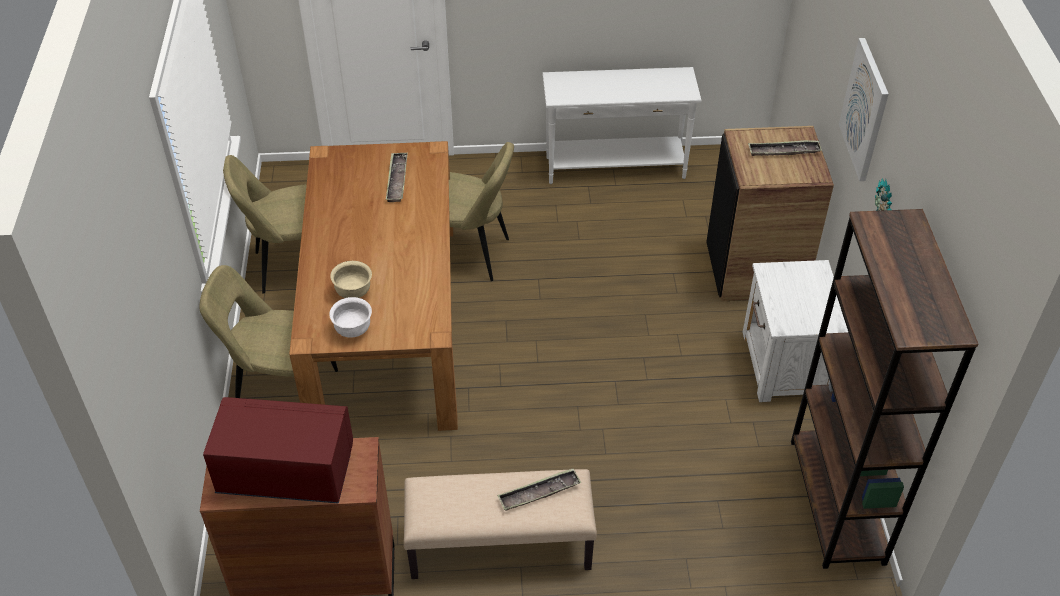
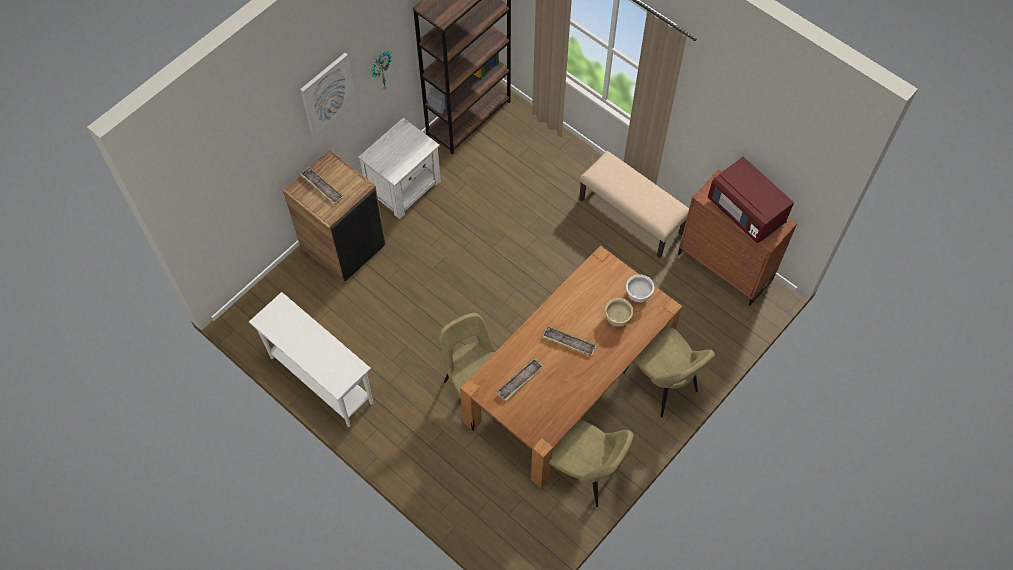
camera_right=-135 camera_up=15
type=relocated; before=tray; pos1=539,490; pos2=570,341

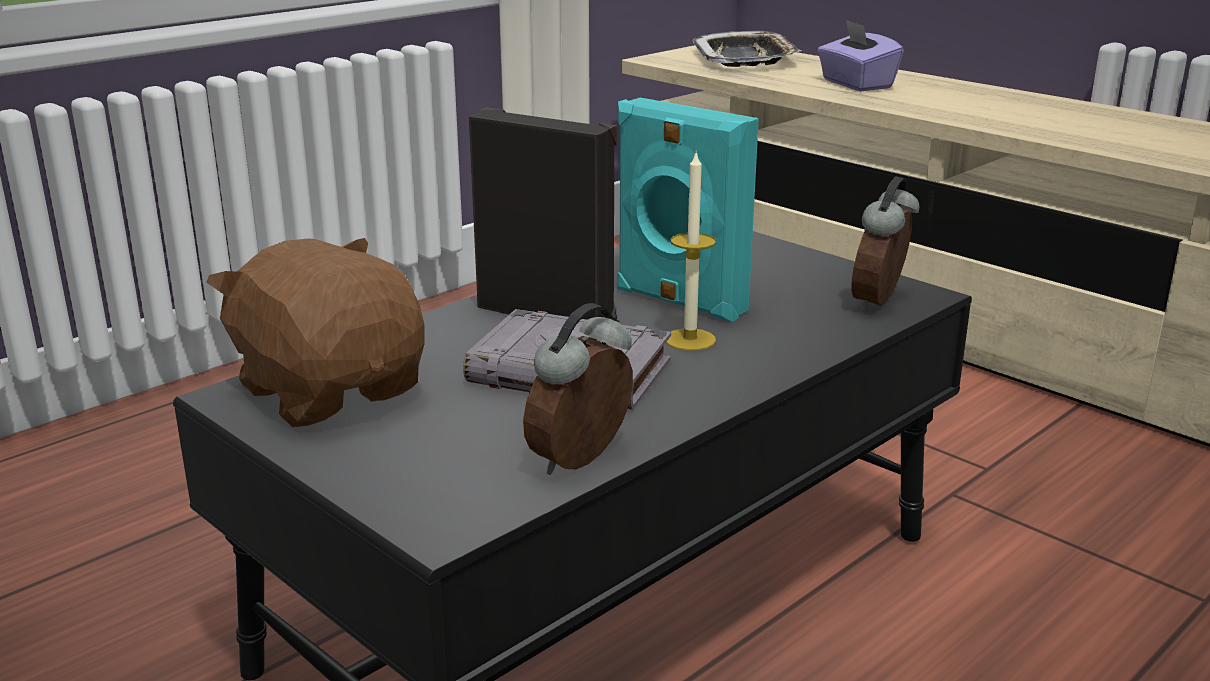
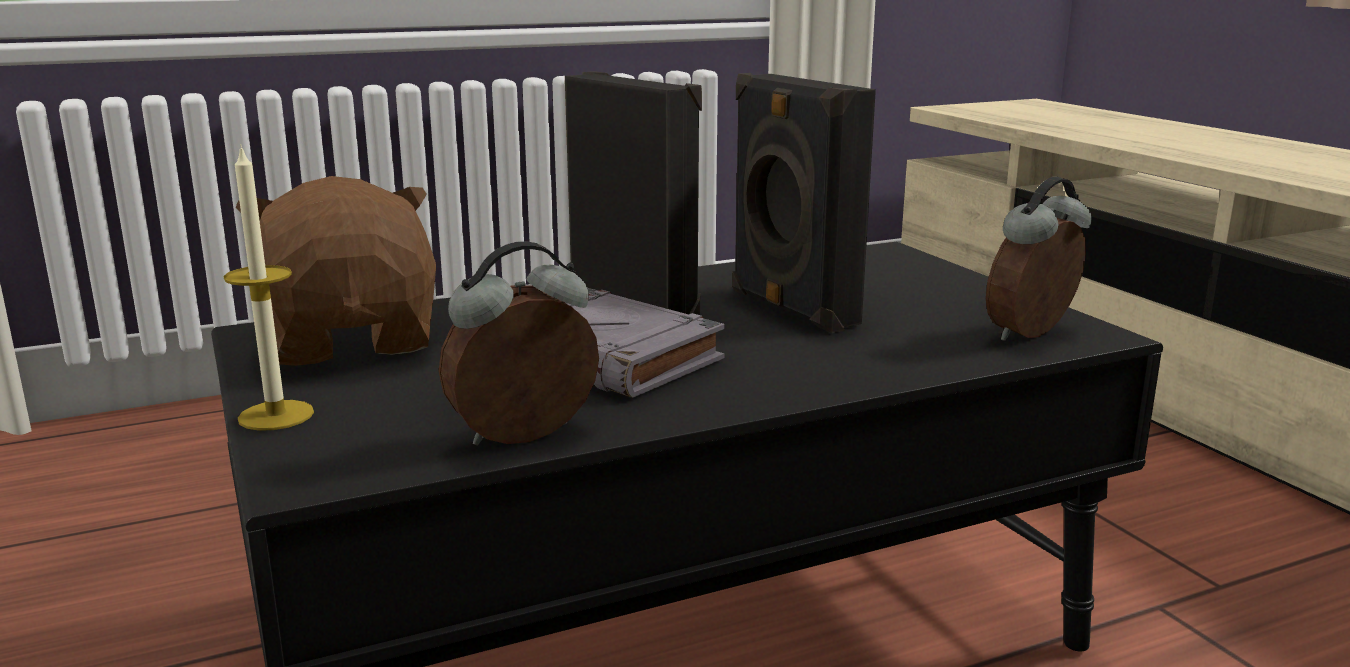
camera_right=20 camera_up=-5
type=missing; before=tissue box in purple-coloured; pos1=860,55
type=missing; before=tray; pos1=747,49
type=colour; before=audio speaker in turquoise-coloured; after=audio speaker in blackish; pos1=688,210; pos2=804,203
type=relocated; before=candle; pos1=691,252; pos2=268,287

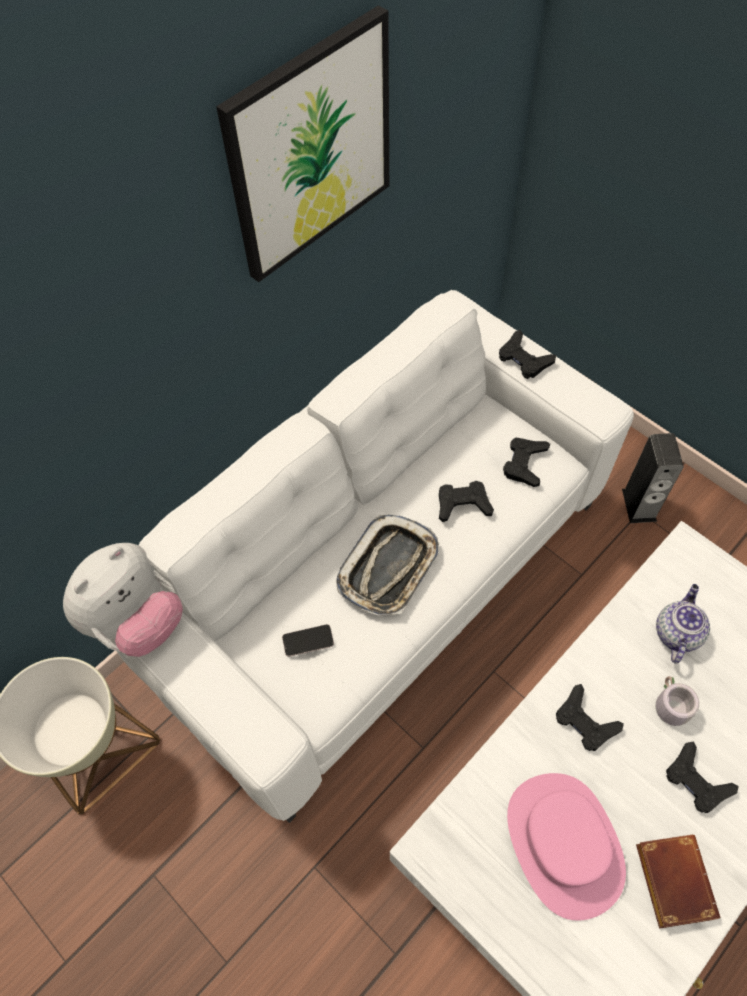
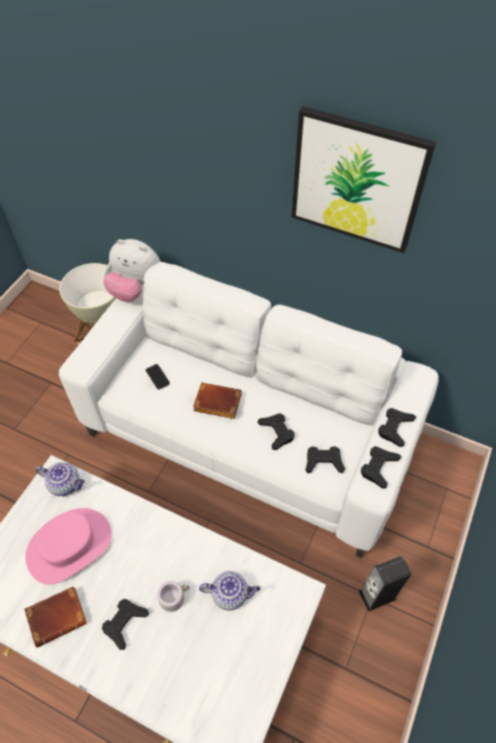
camera_right=70 camera_up=-5
type=exchanged; before=tray; after=book in brown-coloured; pos1=388,565; pos2=217,401
type=relocated; before=game controller in blackish; pos1=590,717; pos2=381,467
type=appeared; after=pot for tea; pos2=60,479

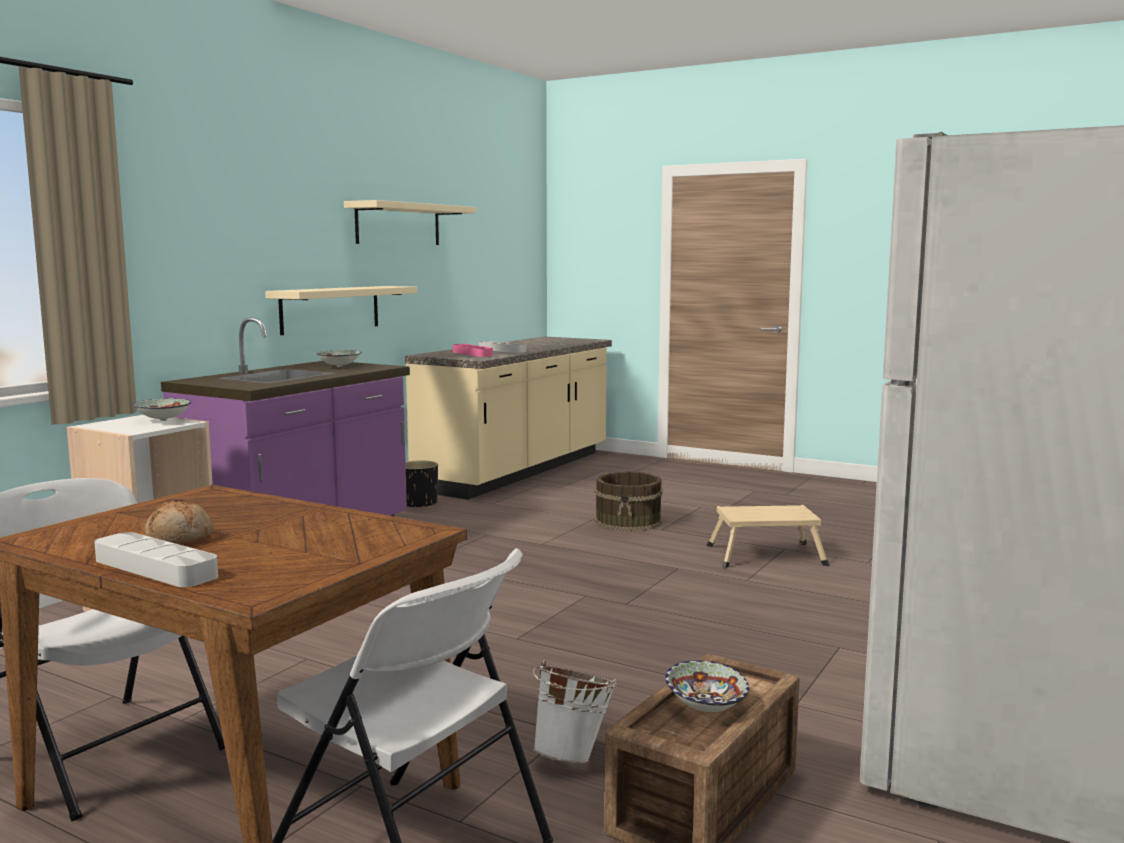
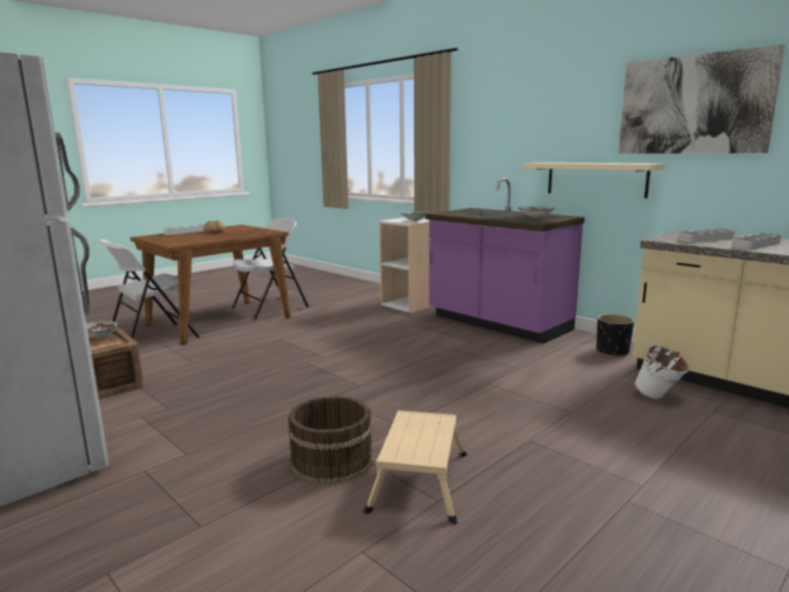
camera_right=105 camera_up=5
type=exchanged; before=wall shelf in beige; after=wall art; pos1=410,222; pos2=702,99
type=colour; before=tray in pink-coloured; after=tray in greyish; pos1=473,350; pos2=706,235
type=relocated; before=water bucket in brown-coloured; pos1=628,501; pos2=330,440
type=relocated; before=water bucket in white; pos1=575,712; pos2=661,373

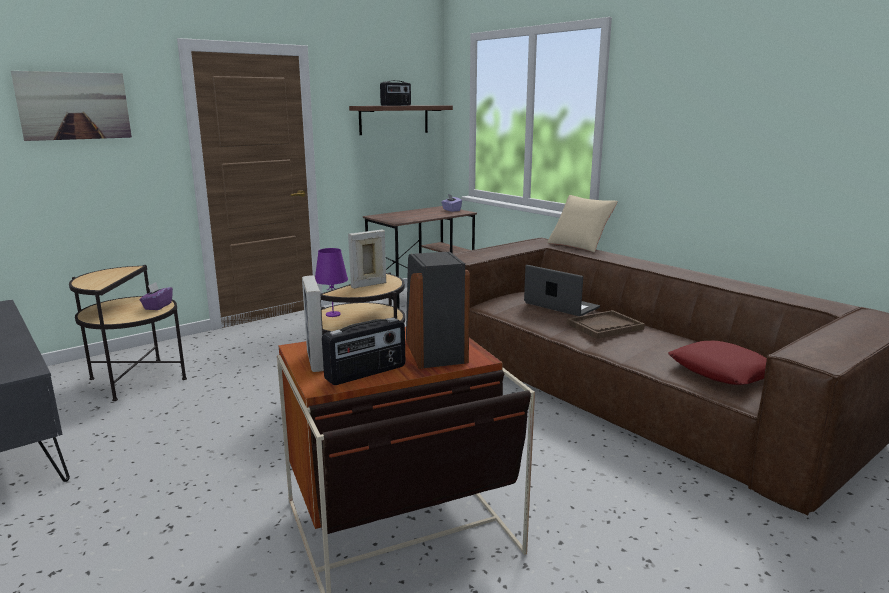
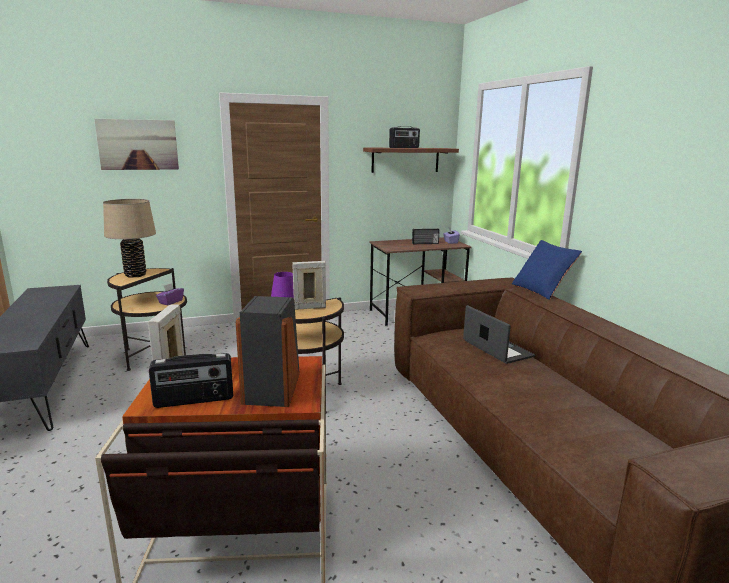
camera_right=20 camera_up=0
type=colour; before=throw pillow in beige; after=throw pillow in blue-coloured; pos1=582,223; pos2=547,270
type=missing; before=tray in brown-coloured; pos1=605,324
type=missing; before=throw pillow in red; pos1=717,363
type=appeared; after=lamp for a table in beige; pos2=129,238
type=appeared; after=radio; pos2=426,236

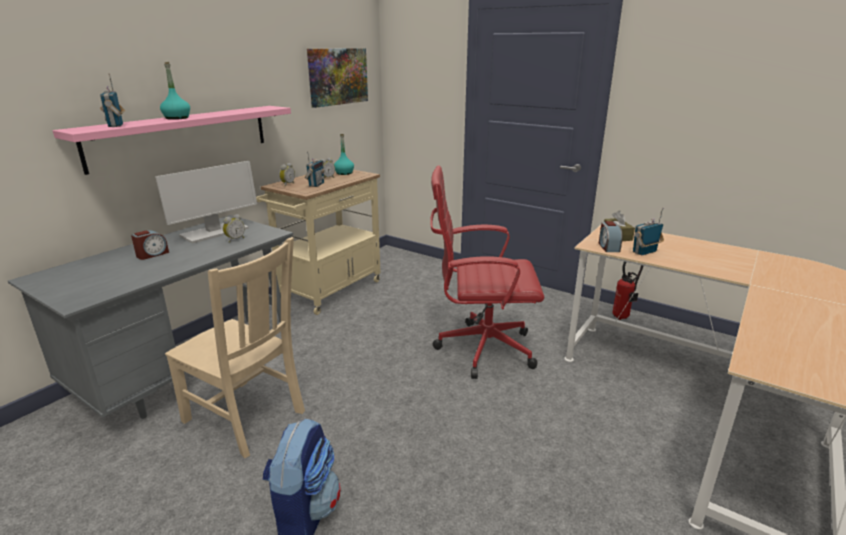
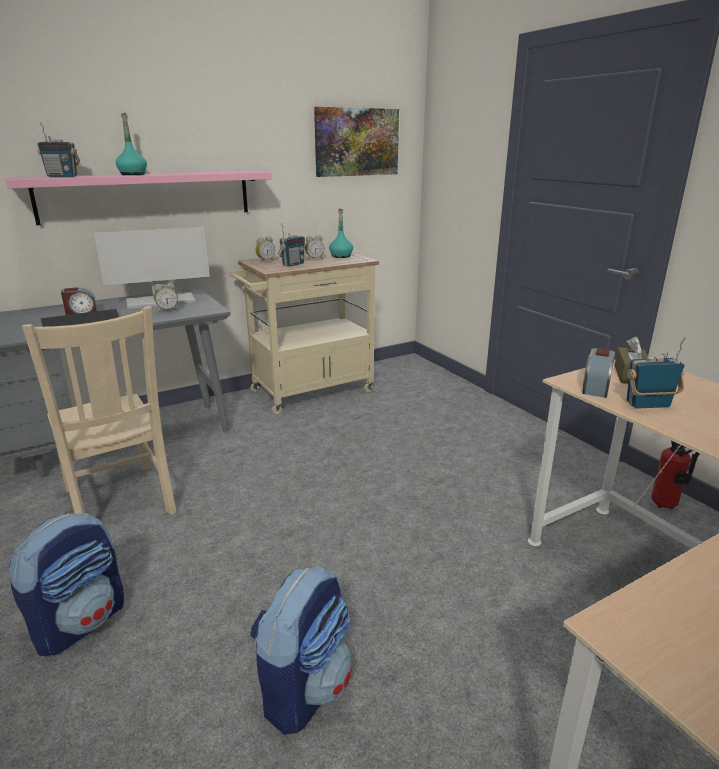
camera_right=25 camera_up=0
type=spun; before=radio; pos1=112,100; pos2=59,150; turn=-90
type=missing; before=computer chair in red; pos1=487,272
type=appeared; after=keyboard; pos2=80,318
type=appeared; after=rucksack; pos2=301,650

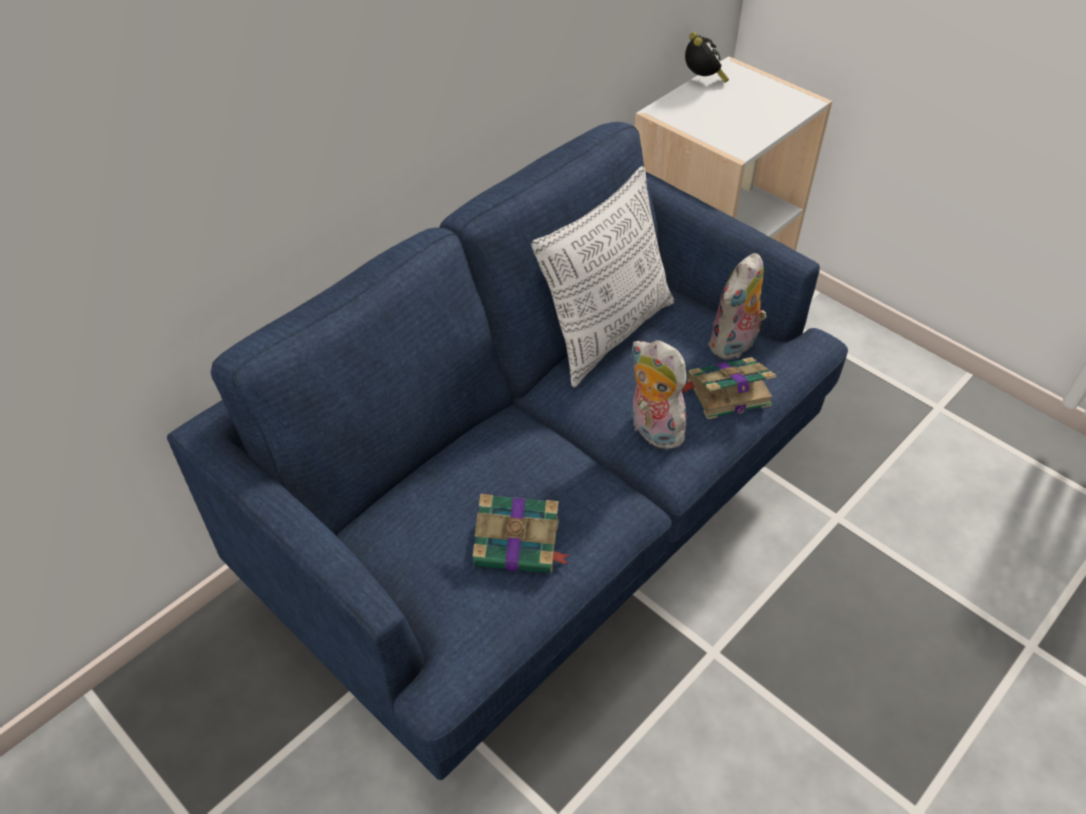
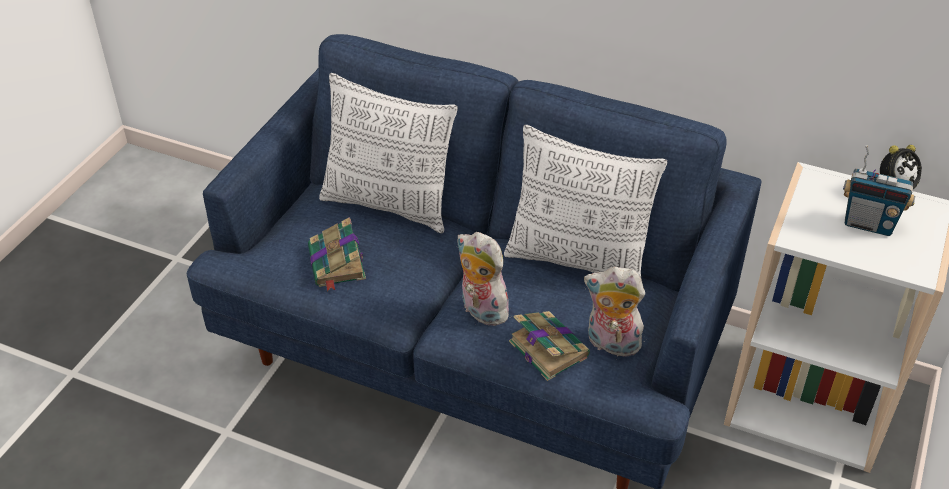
camera_right=70 camera_up=-5
type=spun; before=plush toy; pos1=659,394; pos2=485,279; turn=-75
type=appeared; after=throw pillow; pos2=388,153
type=appeared; after=radio; pos2=879,190

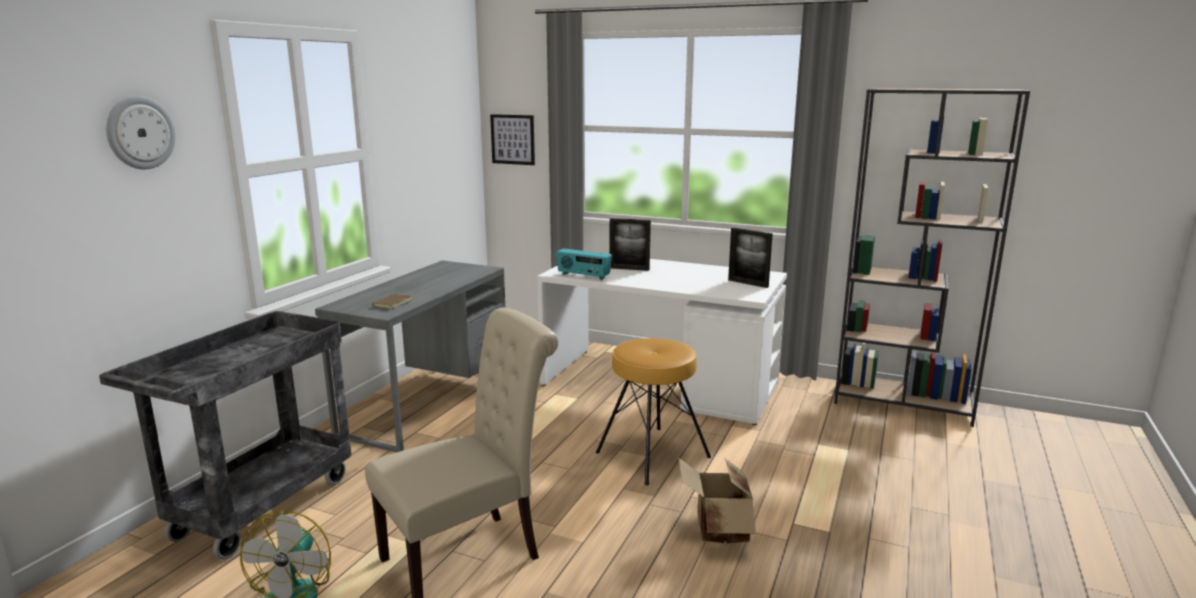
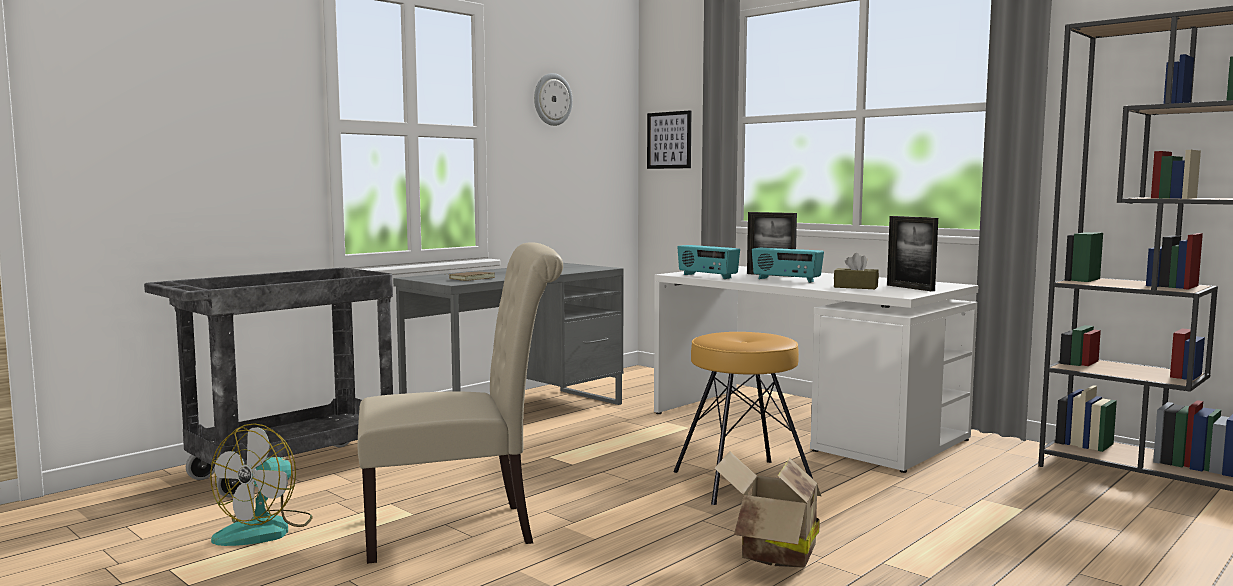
camera_right=20 camera_up=-10
type=relocated; before=hanging clock; pos1=141,132; pos2=553,99
type=appeared; after=radio; pos2=788,265
type=appeared; after=tissue box in brown-coloured; pos2=856,271

